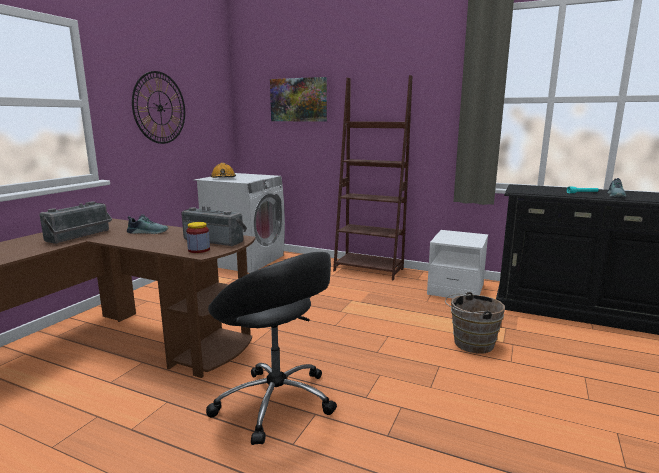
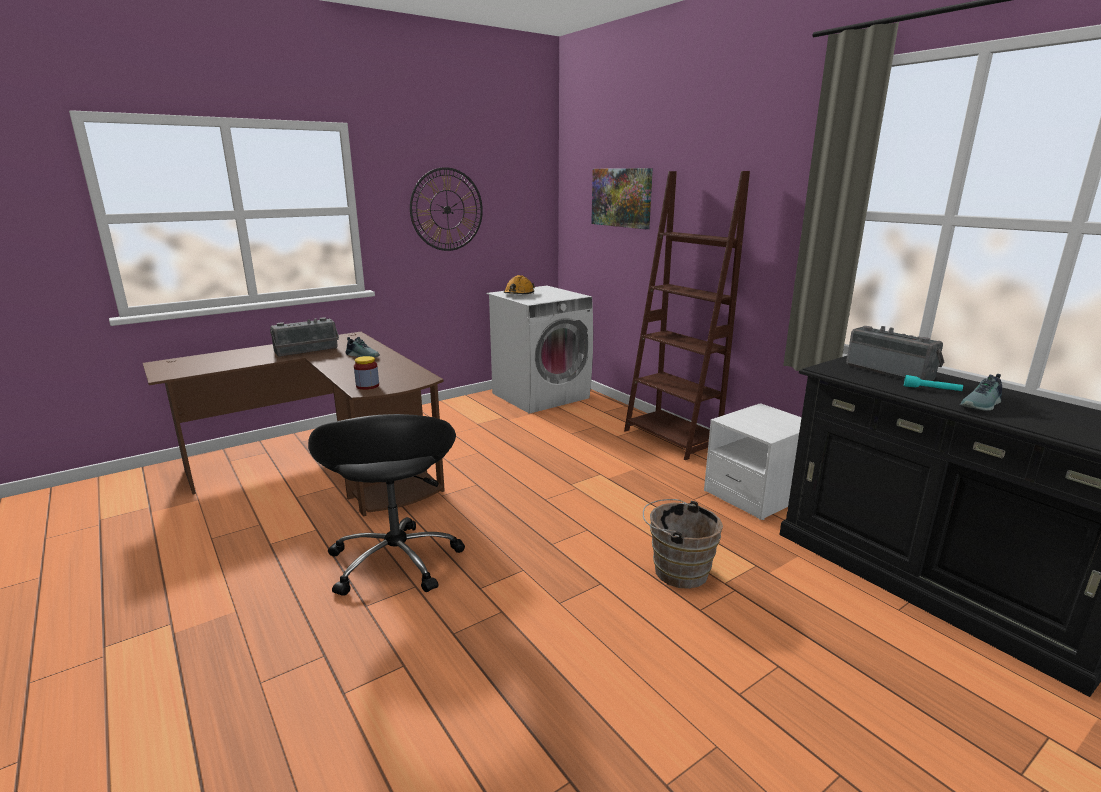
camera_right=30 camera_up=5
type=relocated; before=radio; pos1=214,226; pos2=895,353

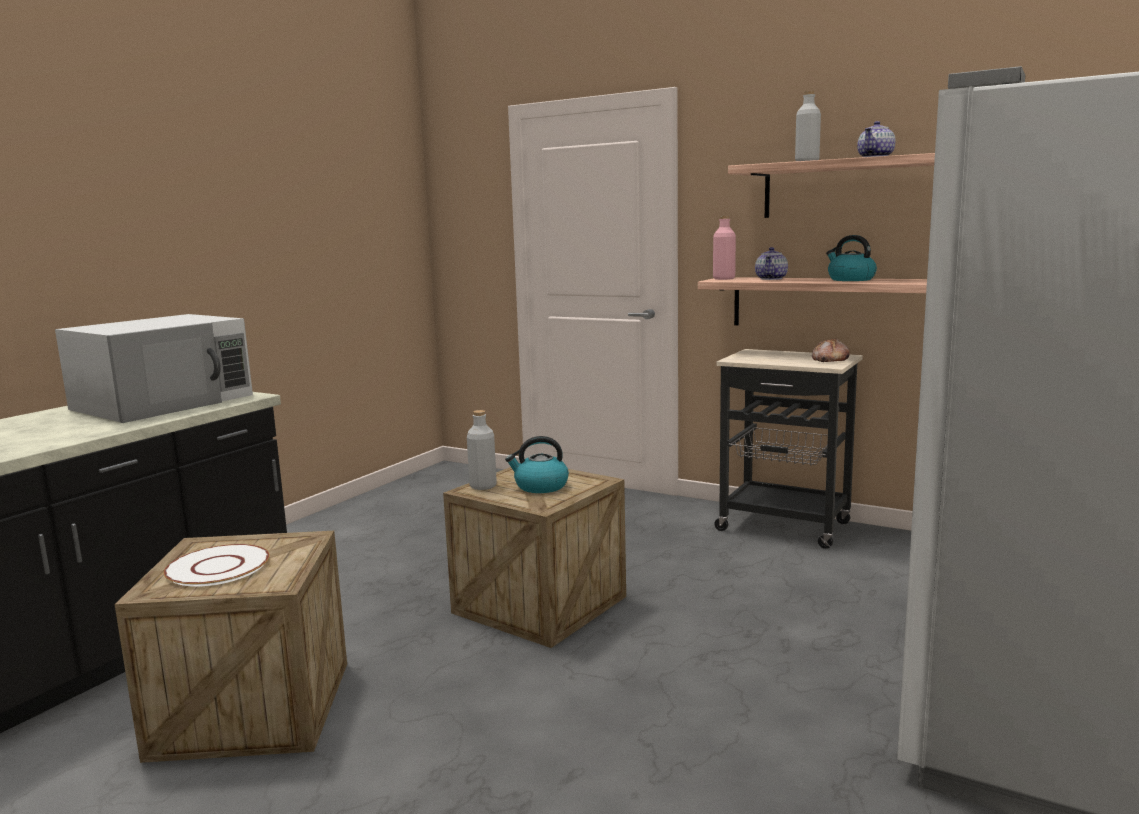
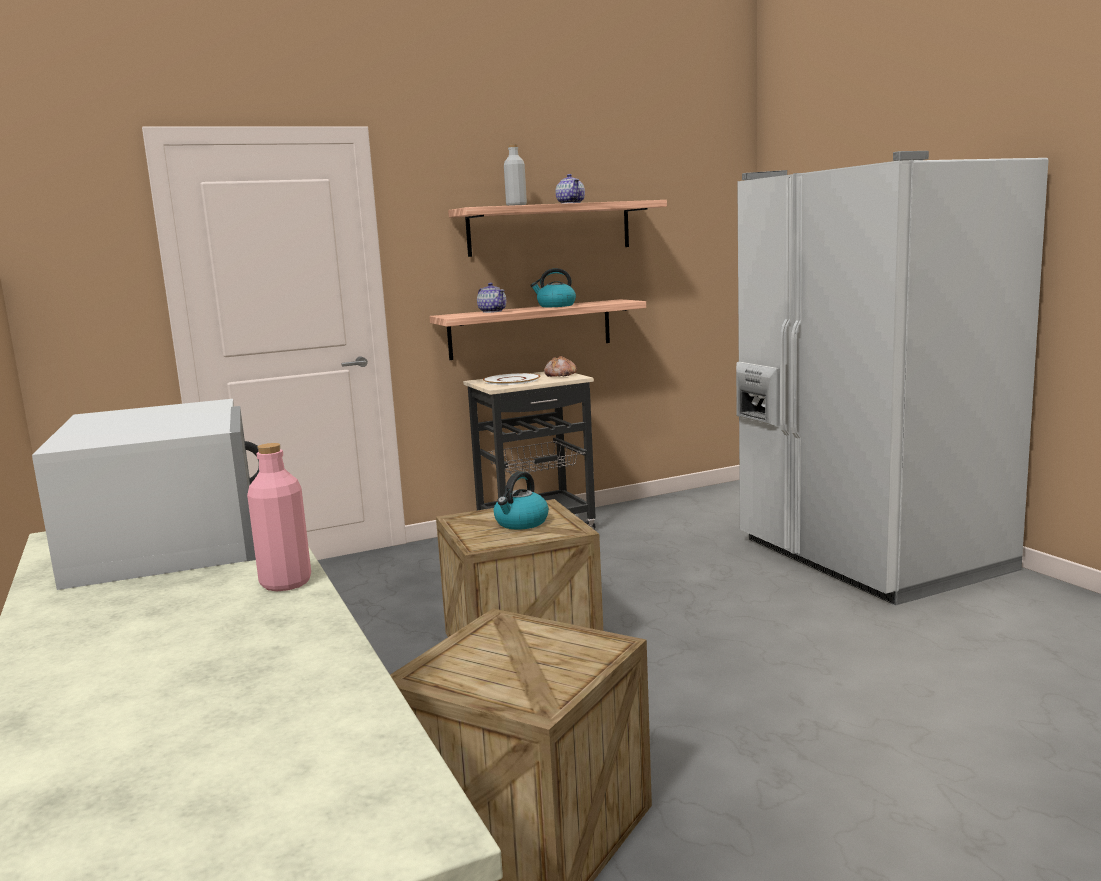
camera_right=-55 camera_up=0
type=relocated; before=beverage bottle in pink-coloured; pos1=724,248; pos2=279,517
type=missing; before=beverage bottle in greyish; pos1=482,450
type=relocated; before=dinner plate in white; pos1=217,565; pos2=511,379

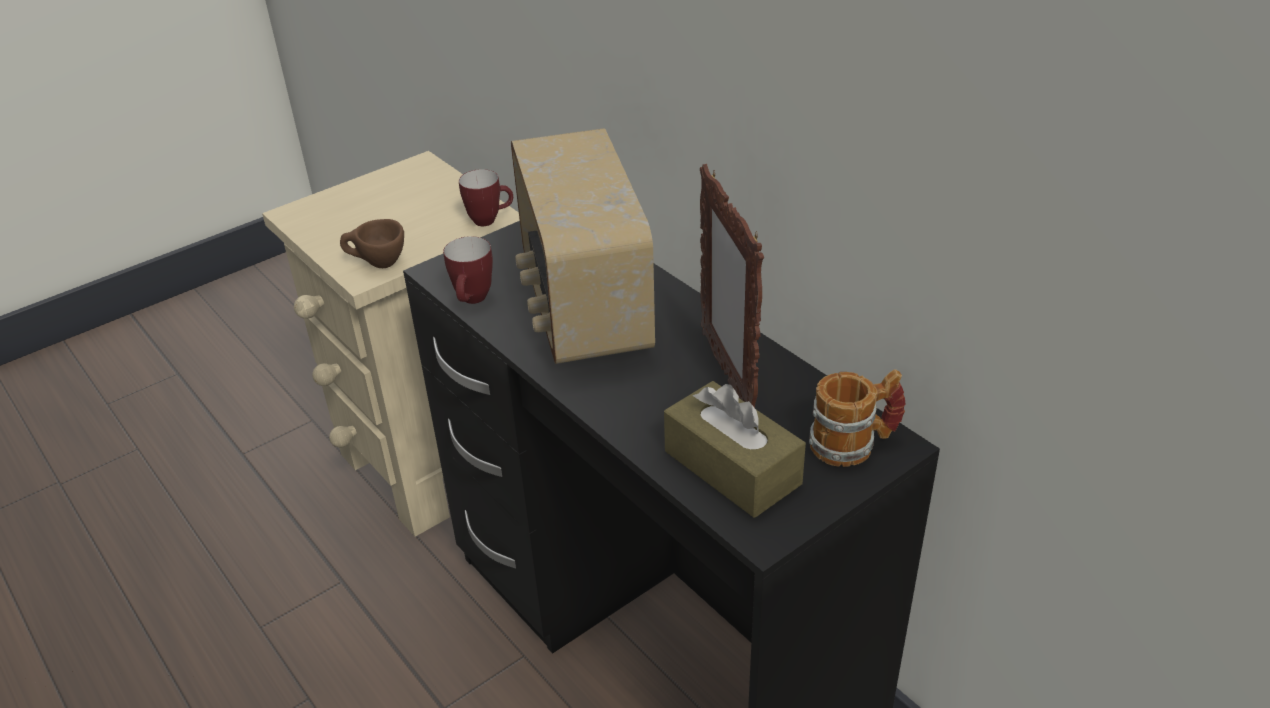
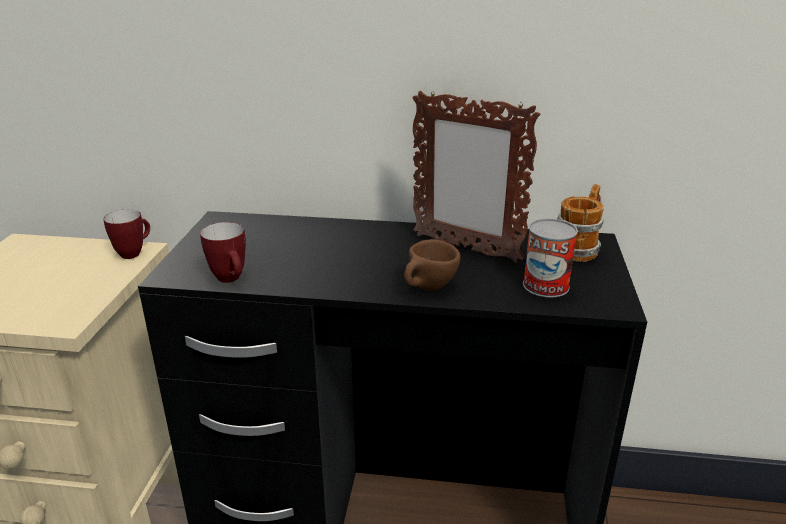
camera_right=-45 camera_up=-10
type=missing; before=radio; pos1=583,246
type=relocated; before=drinking cup in brown-coloured; pos1=372,243; pos2=432,265
type=exchanged; before=tissue box in brown-coloured; after=metal can; pos1=735,449; pos2=550,258

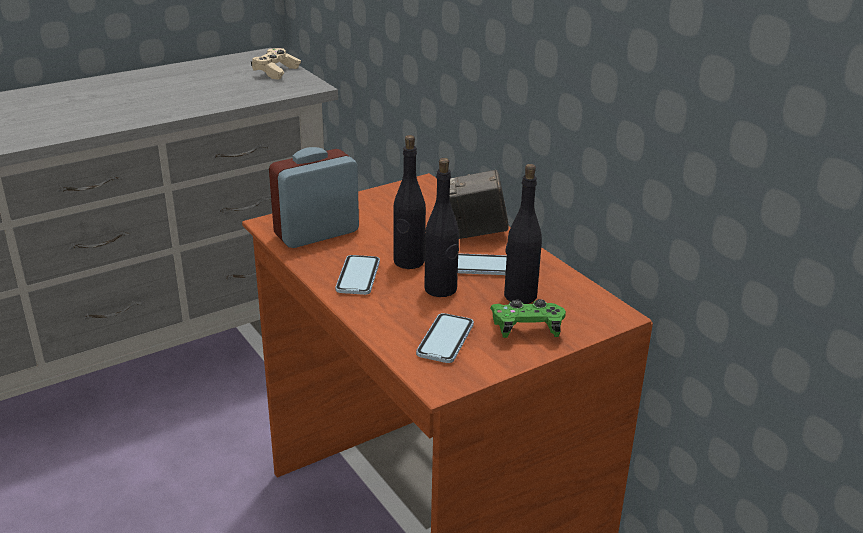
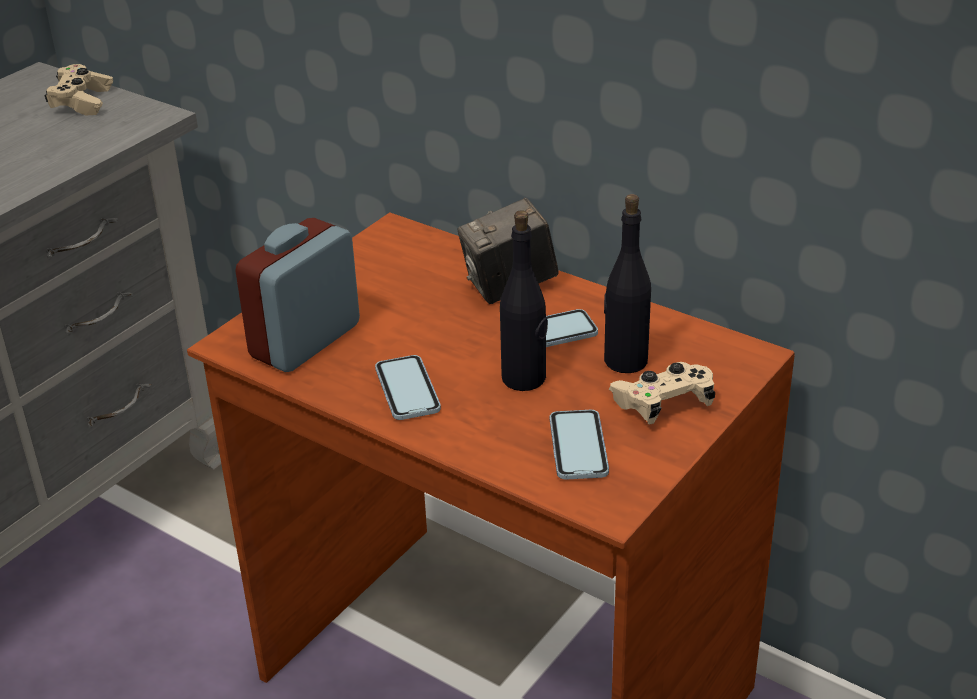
camera_right=-20 camera_up=5
type=missing; before=beverage bottle in blackish; pos1=409,202
type=colour; before=game controller in greenish; after=game controller in beige; pos1=528,318; pos2=662,393

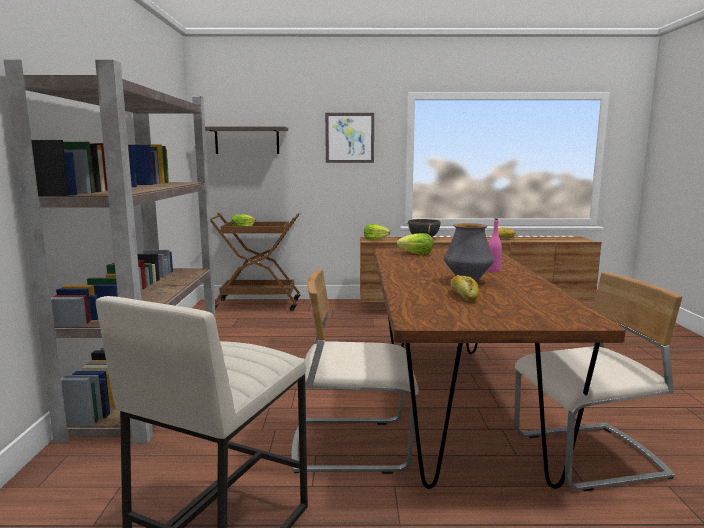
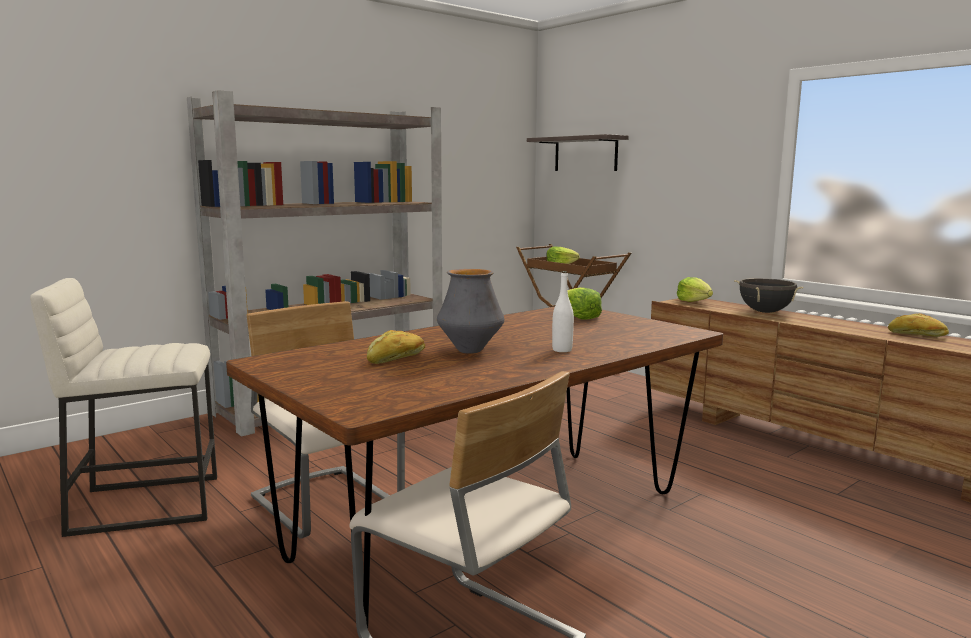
camera_right=50 camera_up=0
type=missing; before=wall art; pos1=349,138
type=colour; before=beverage bottle in pink-coloured; after=beverage bottle in white; pos1=495,245; pos2=563,311

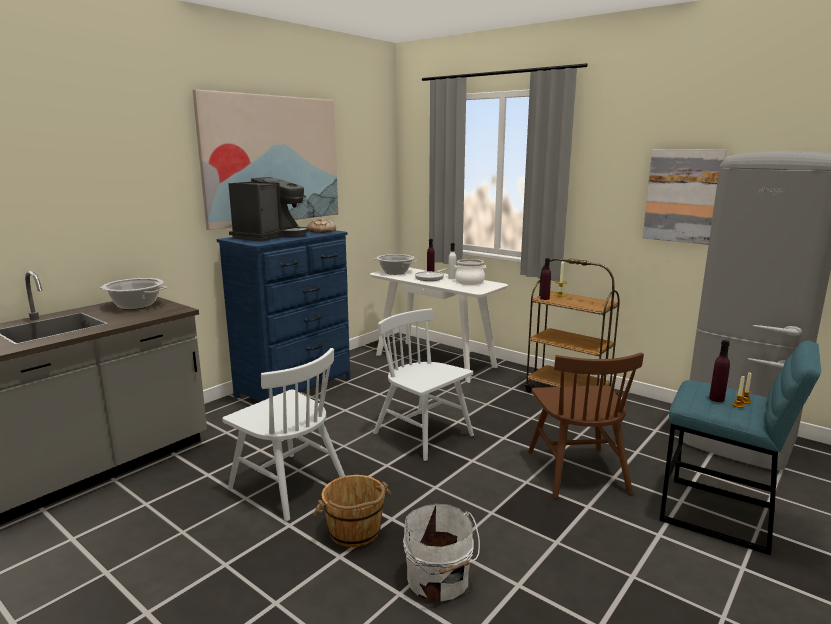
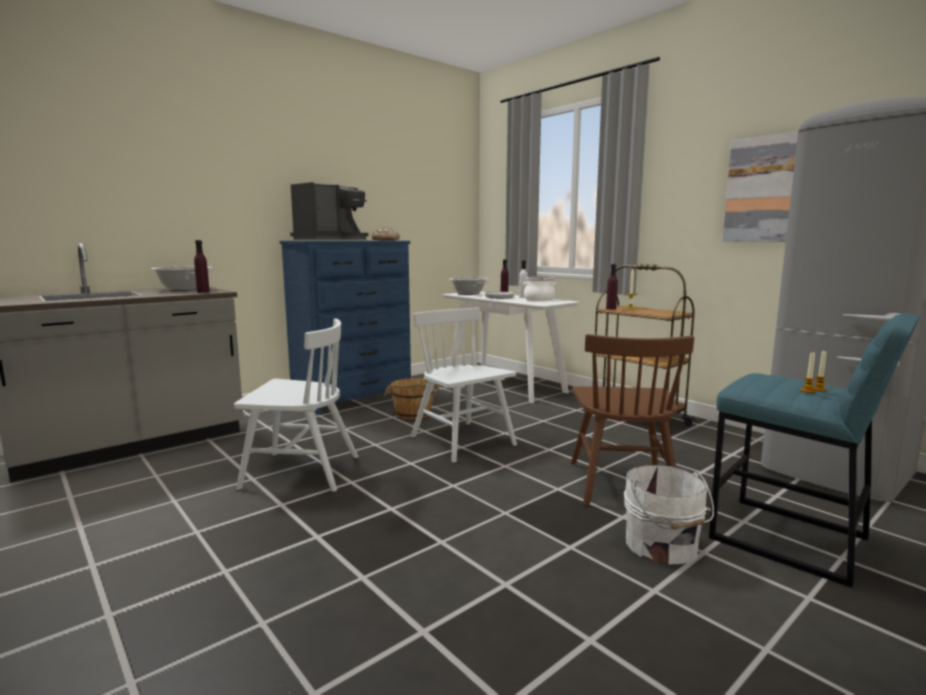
camera_right=10 camera_up=-5
type=missing; before=wall art; pos1=265,159
type=relocated; before=beverage bottle in purple-coloured; pos1=719,371; pos2=202,266
type=spun; before=chair in white; pos1=283,434; pos2=296,405; turn=-45
type=relocated; before=water bucket in brown-coloured; pos1=352,511; pos2=412,399
type=relocated; before=water bucket in white; pos1=441,553; pos2=669,515

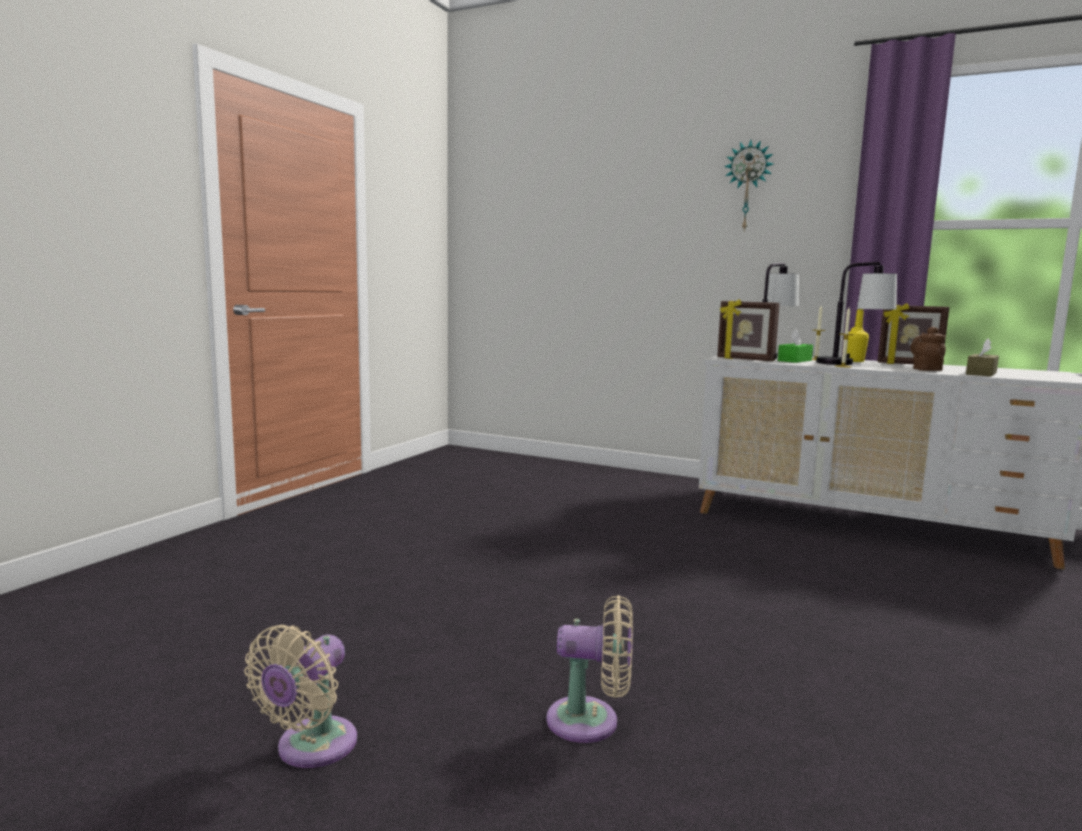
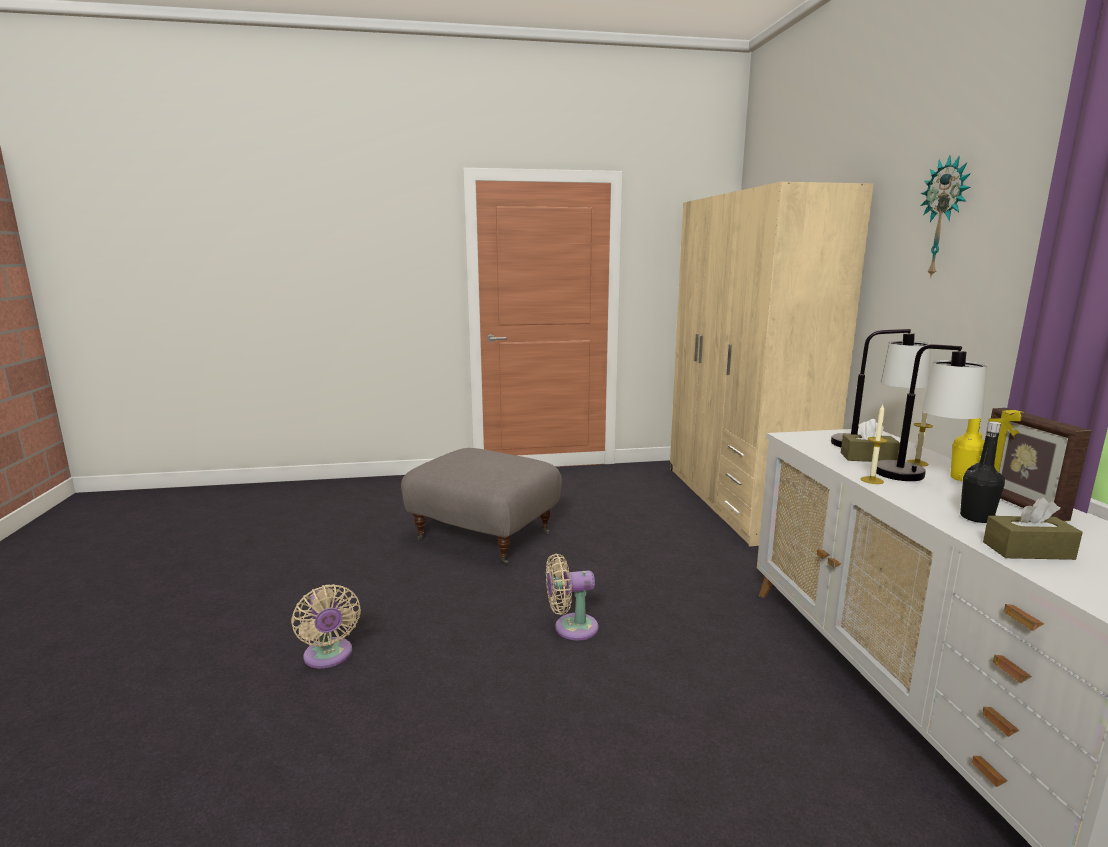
camera_right=55 camera_up=5
type=missing; before=picture frame; pos1=748,330
type=exchanged; before=pot for tea in brown-coloured; after=beverage bottle in blackish; pos1=928,348; pos2=982,472
type=colour; before=tissue box in greenish; after=tissue box in brown-coloured; pos1=795,346; pos2=870,440
type=relocated; before=cooling fan in beige; pos1=300,696; pos2=572,597
type=appeared; after=wardrobe in beige; pos2=772,364
type=appeared; after=pouffe in greyish; pos2=481,506

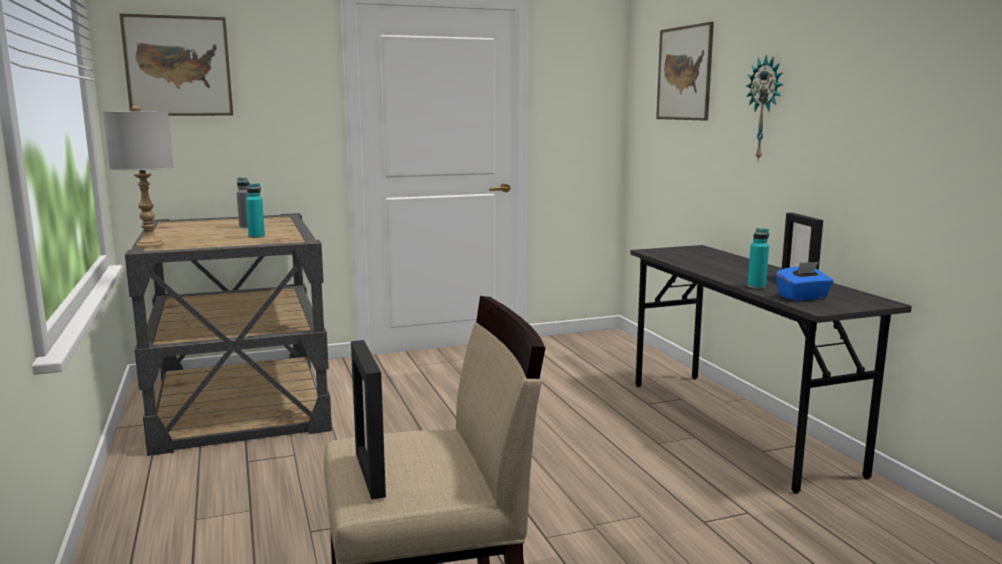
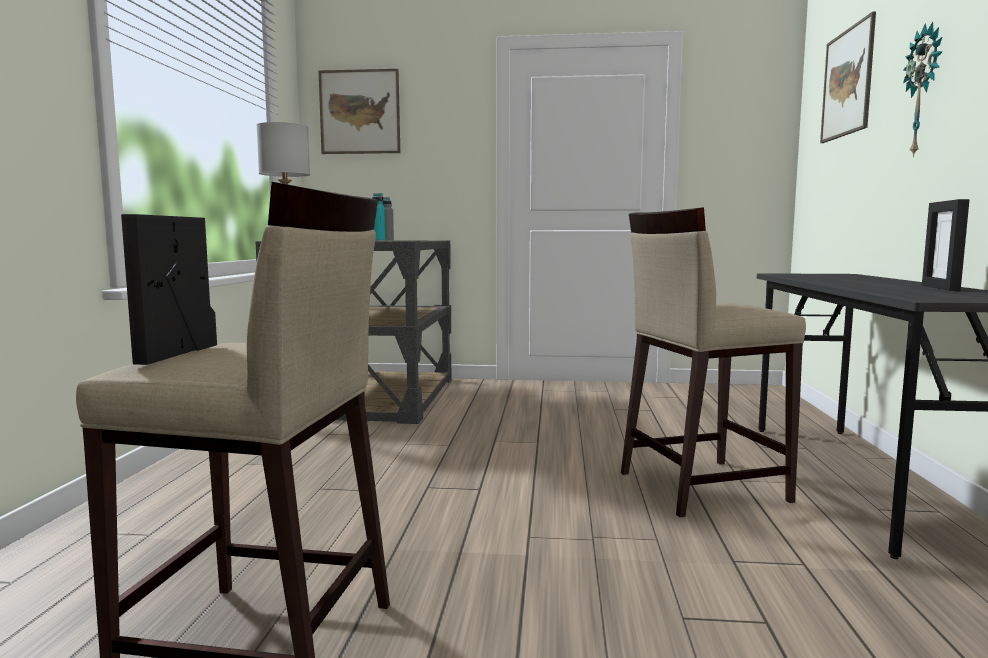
camera_right=25 camera_up=-5
type=missing; before=beverage bottle in turquoise-coloured; pos1=758,258
type=missing; before=tissue box in blue-coloured; pos1=805,281
type=appeared; after=stool in beige; pos2=713,362

